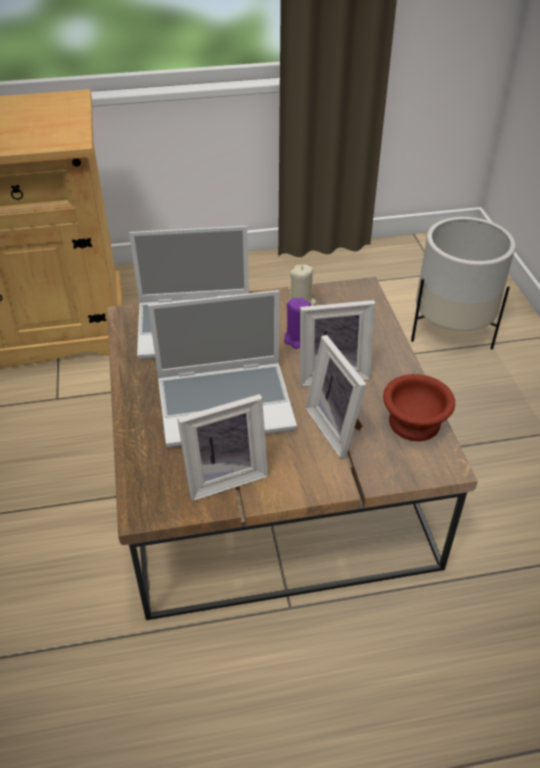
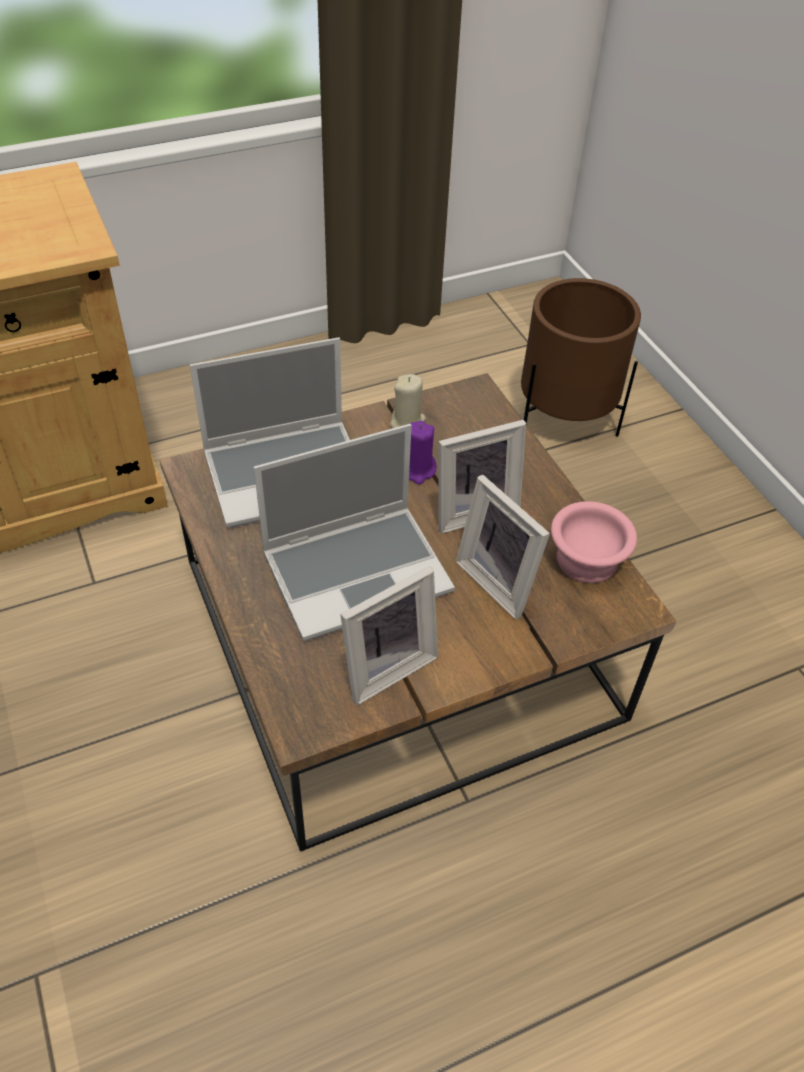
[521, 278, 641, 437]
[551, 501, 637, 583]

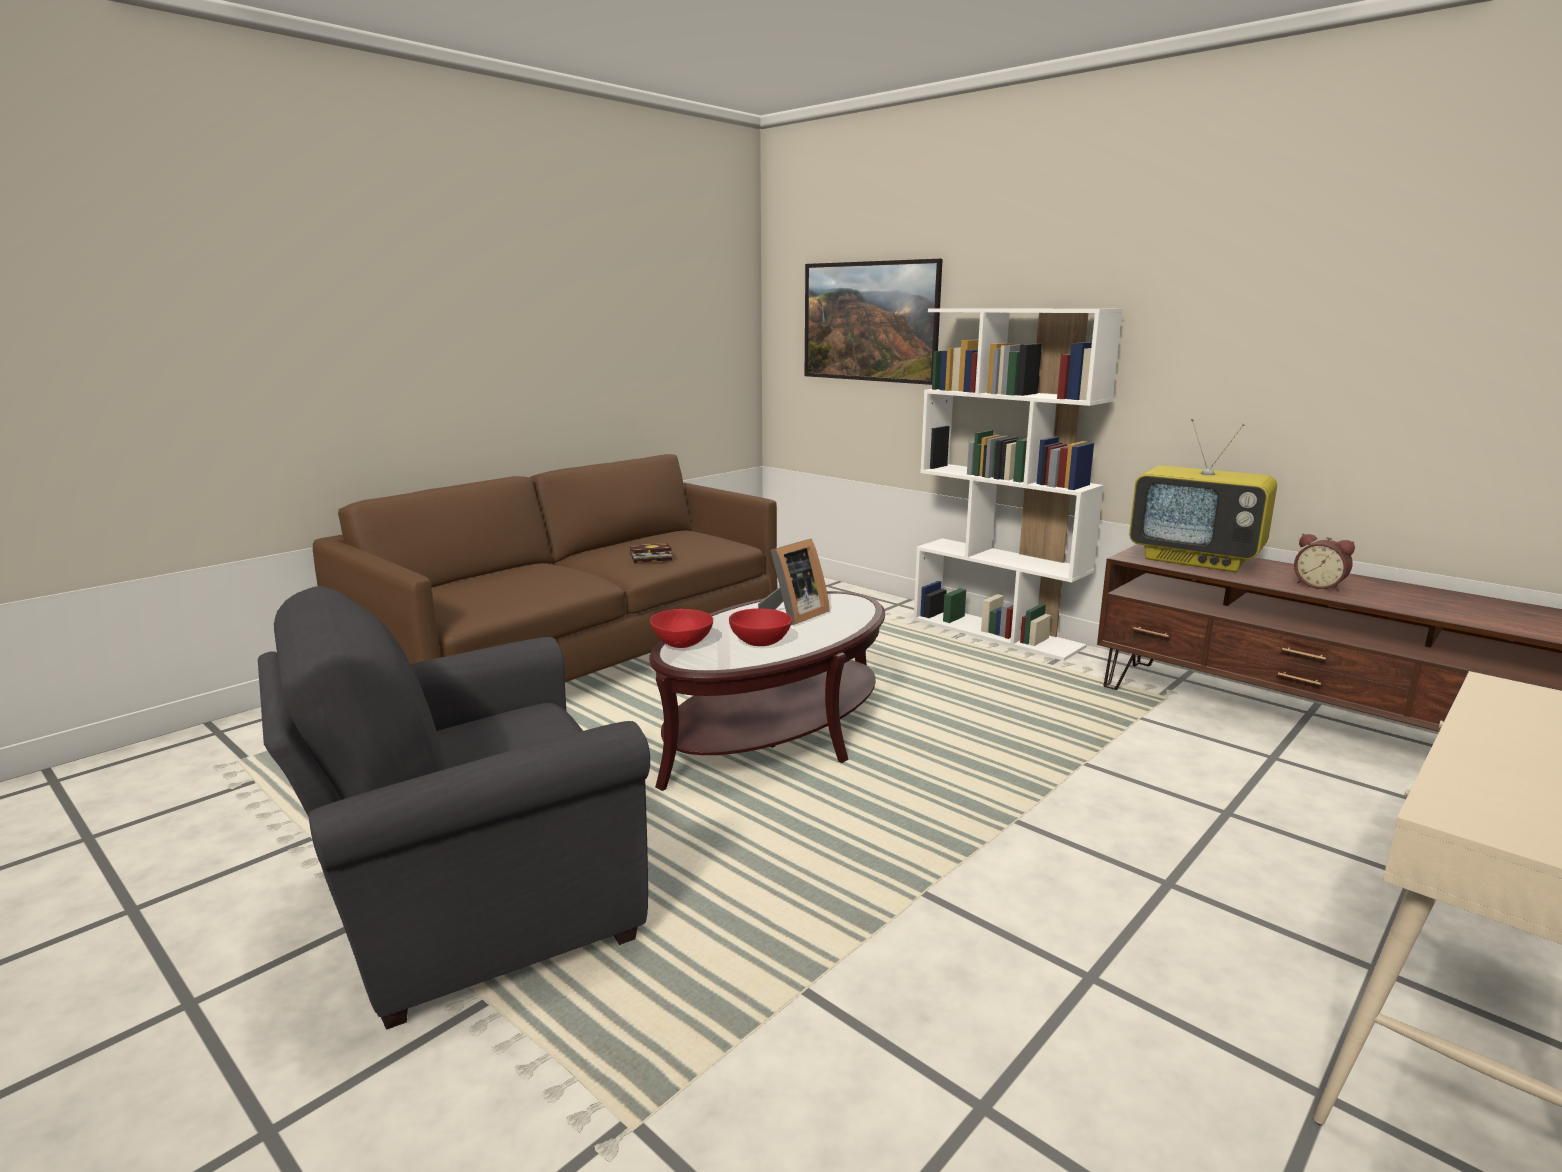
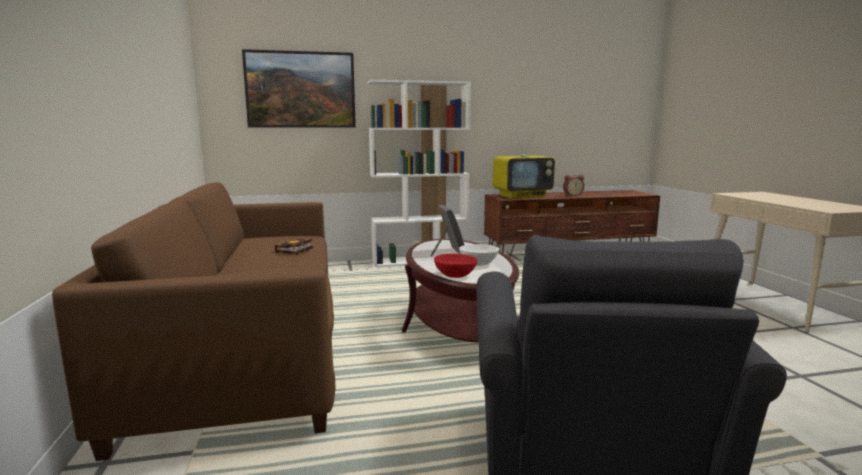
[459, 244, 499, 266]

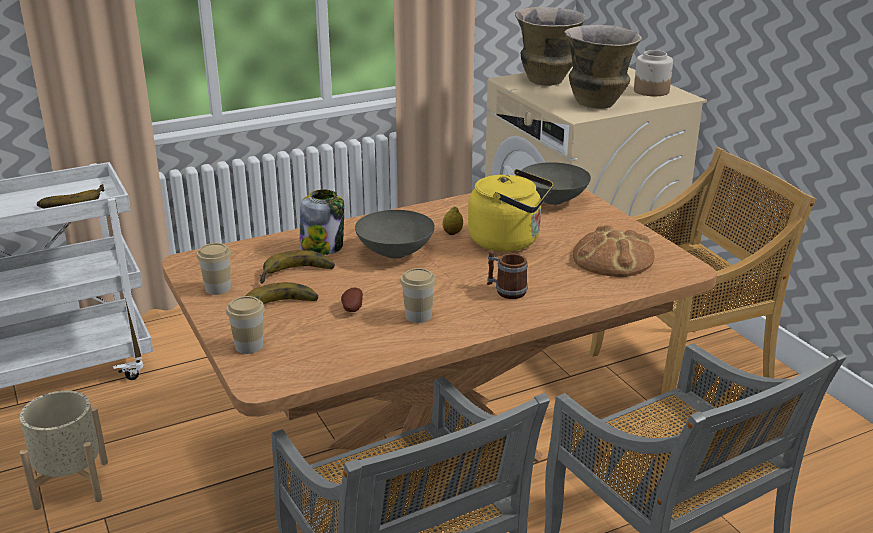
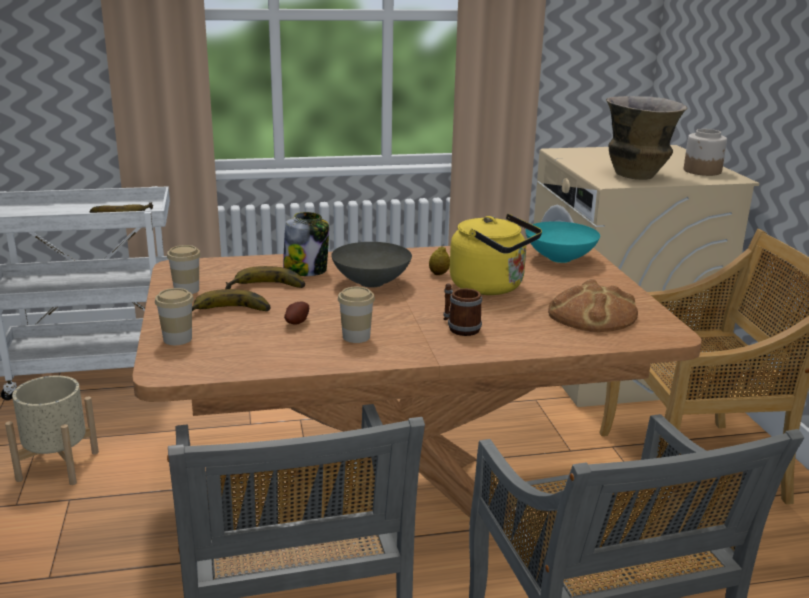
[515, 7, 586, 86] (first image)
[525, 221, 600, 263]

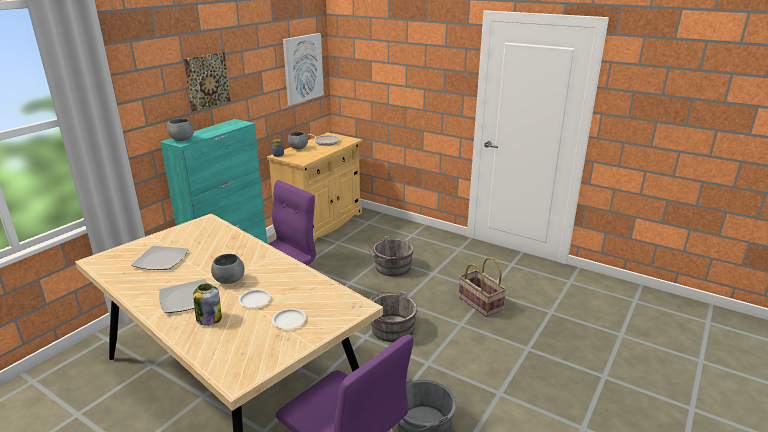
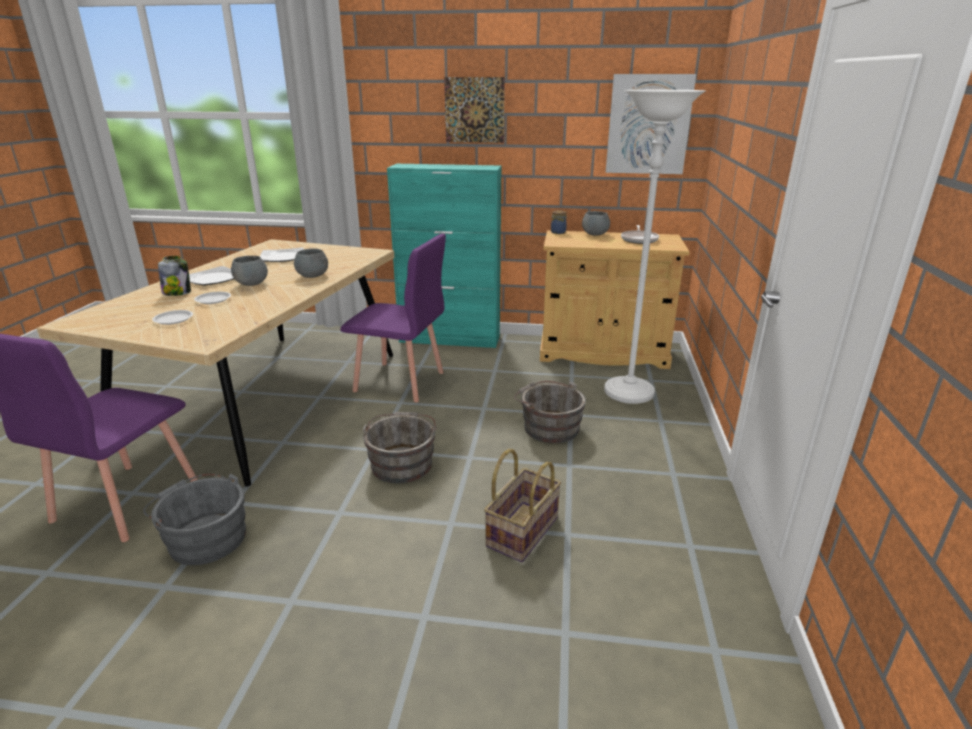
[294, 249, 328, 278]
[604, 90, 706, 404]

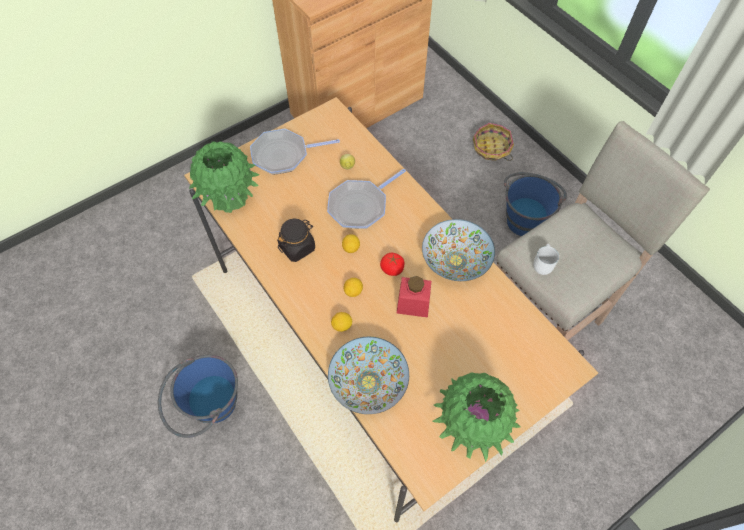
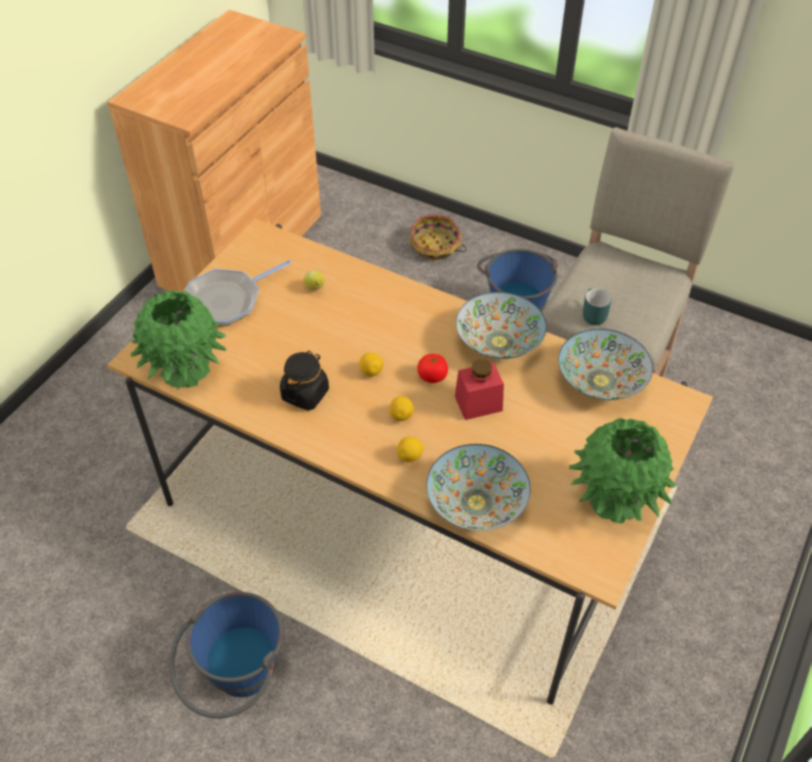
[327, 169, 406, 229] (first image)
[583, 288, 612, 325]
[558, 329, 653, 400]

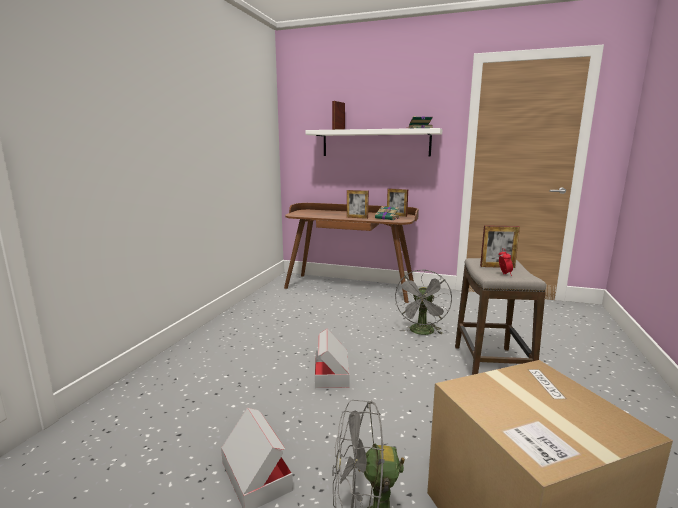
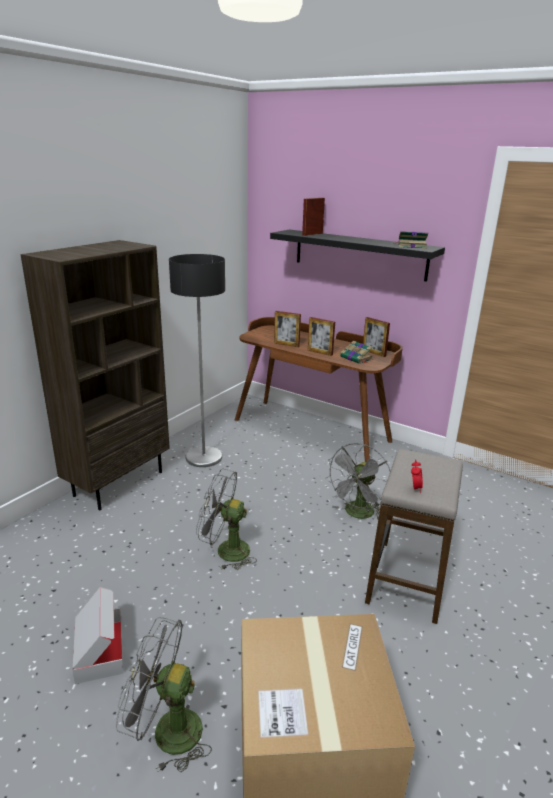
[270, 230, 445, 282]
[274, 311, 301, 347]
[196, 469, 257, 570]
[20, 240, 170, 510]
[169, 254, 225, 467]

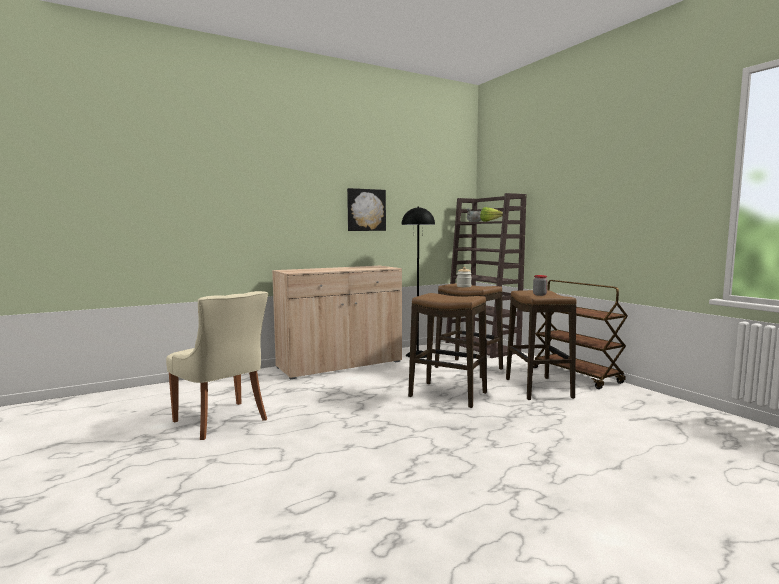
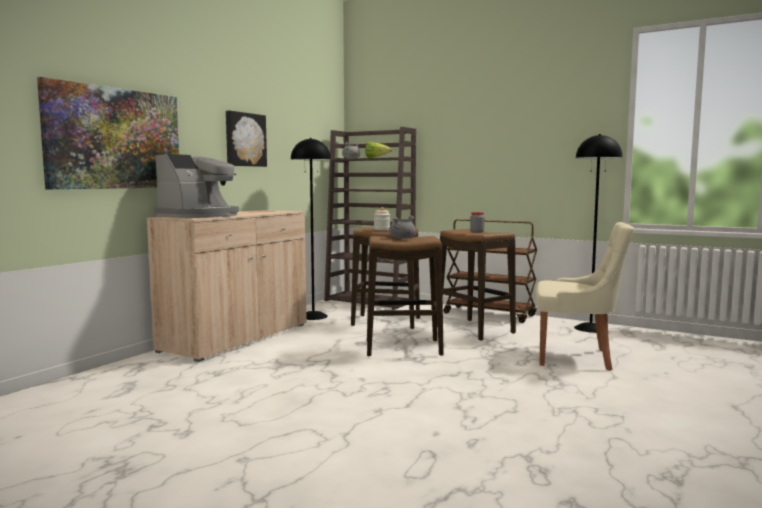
[536, 222, 634, 371]
[37, 77, 179, 189]
[574, 134, 623, 333]
[154, 154, 239, 218]
[389, 215, 416, 239]

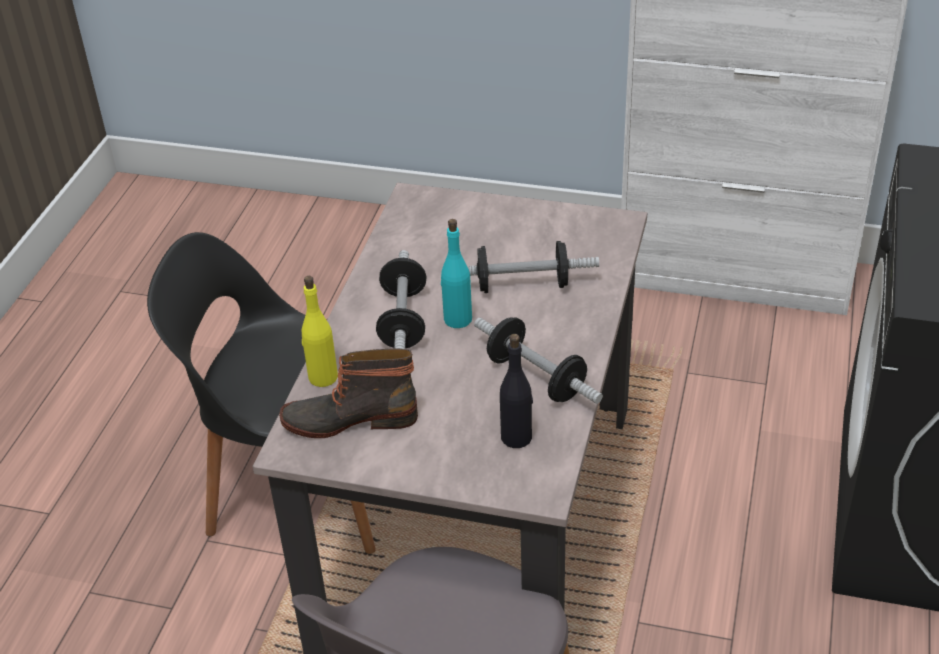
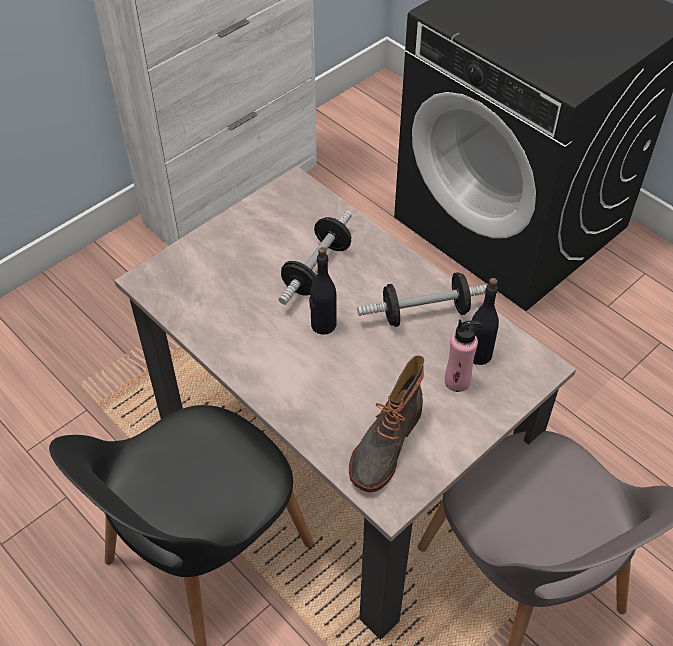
[309, 247, 336, 335]
[376, 250, 426, 349] (first image)
[302, 276, 338, 387] (first image)
[445, 319, 482, 392]

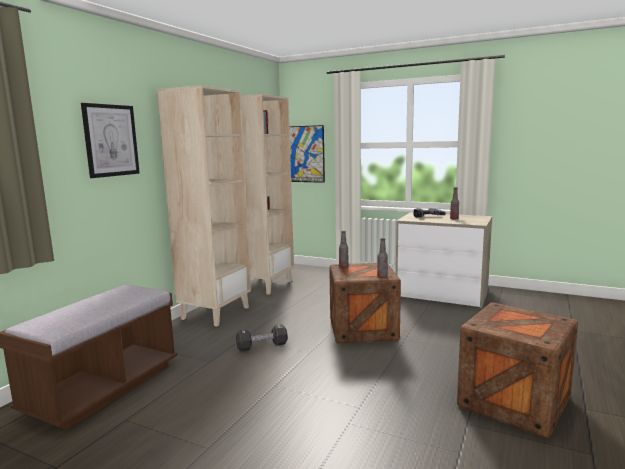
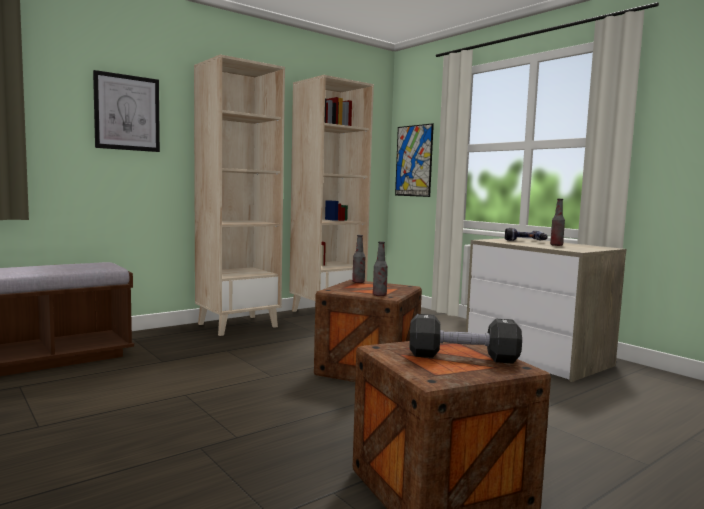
[409, 314, 522, 364]

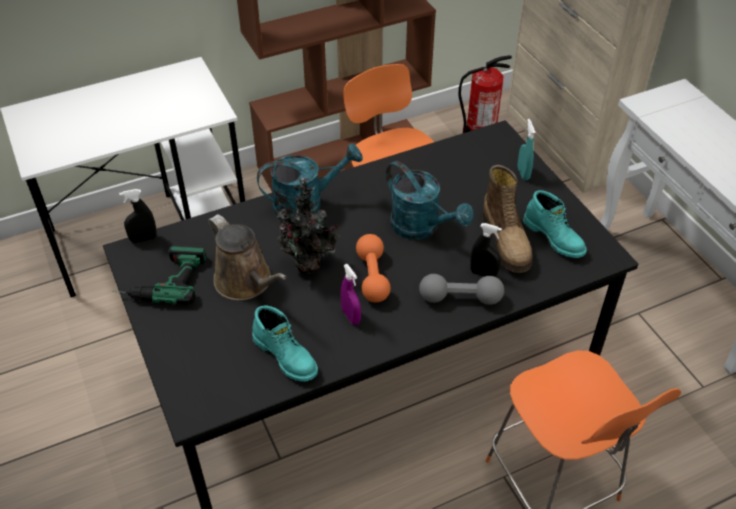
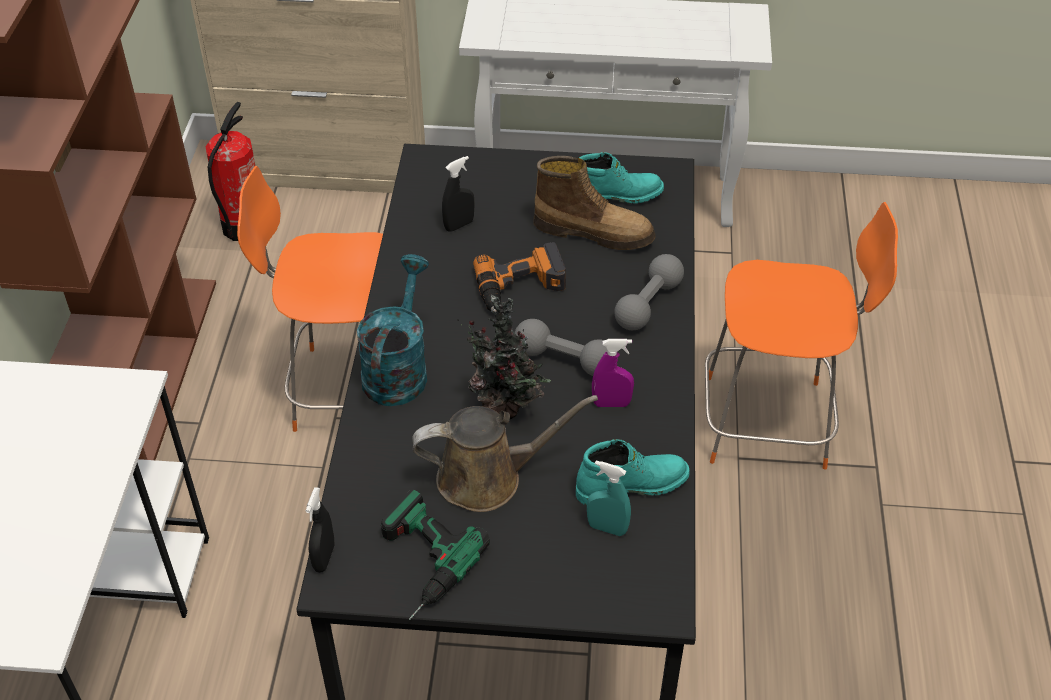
[587, 460, 631, 536]
[473, 242, 566, 312]
[442, 156, 475, 232]
[515, 319, 608, 376]

